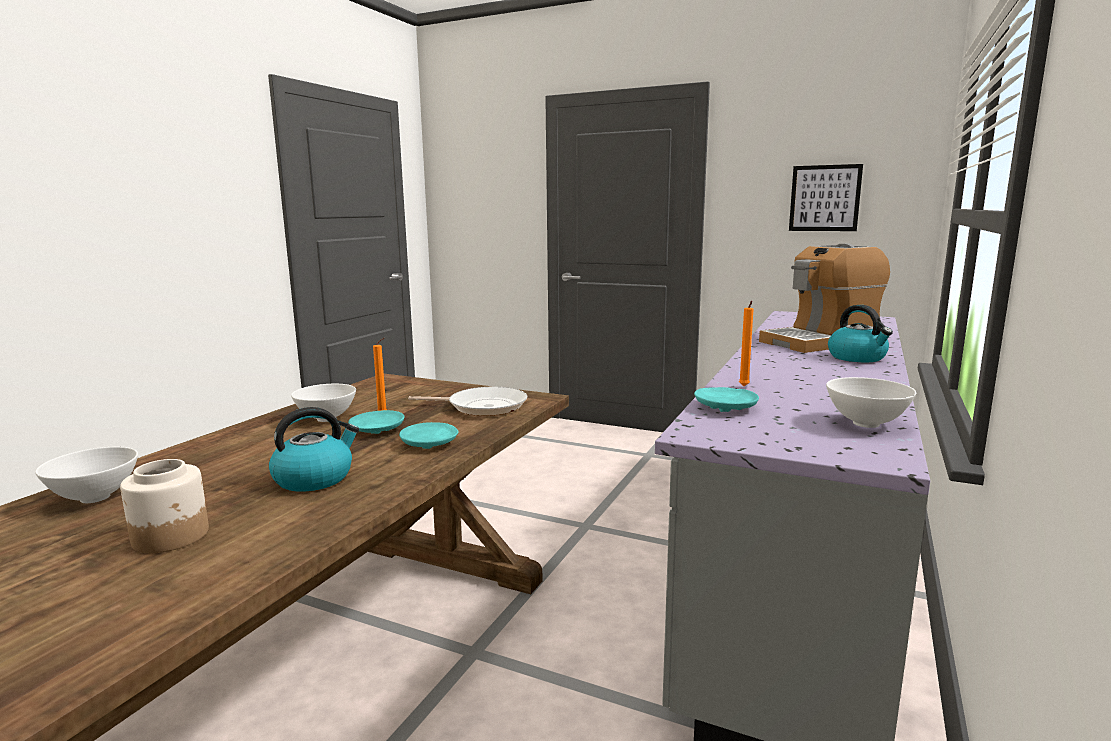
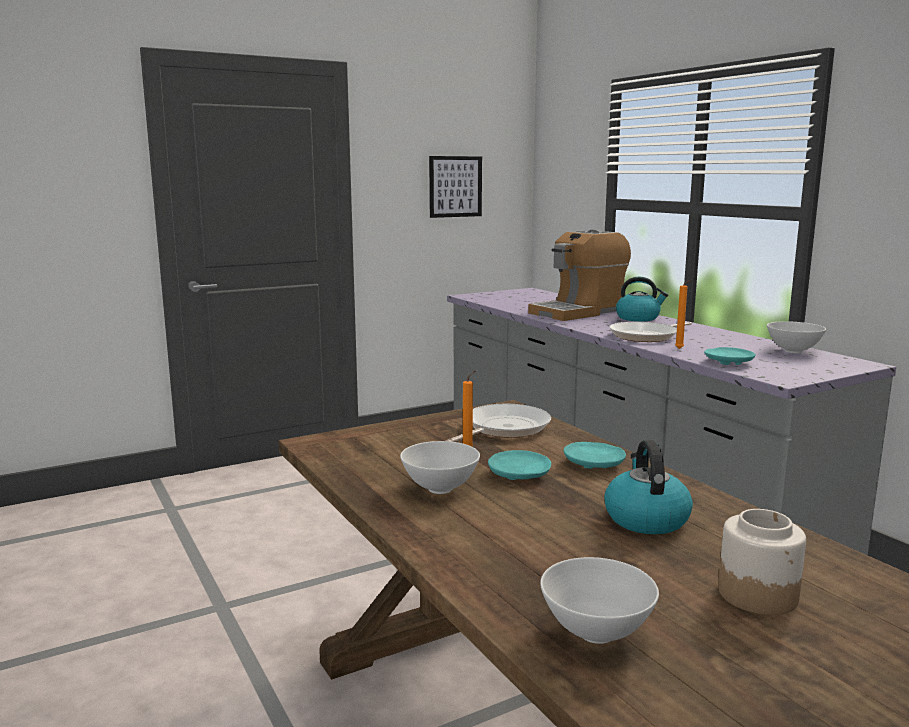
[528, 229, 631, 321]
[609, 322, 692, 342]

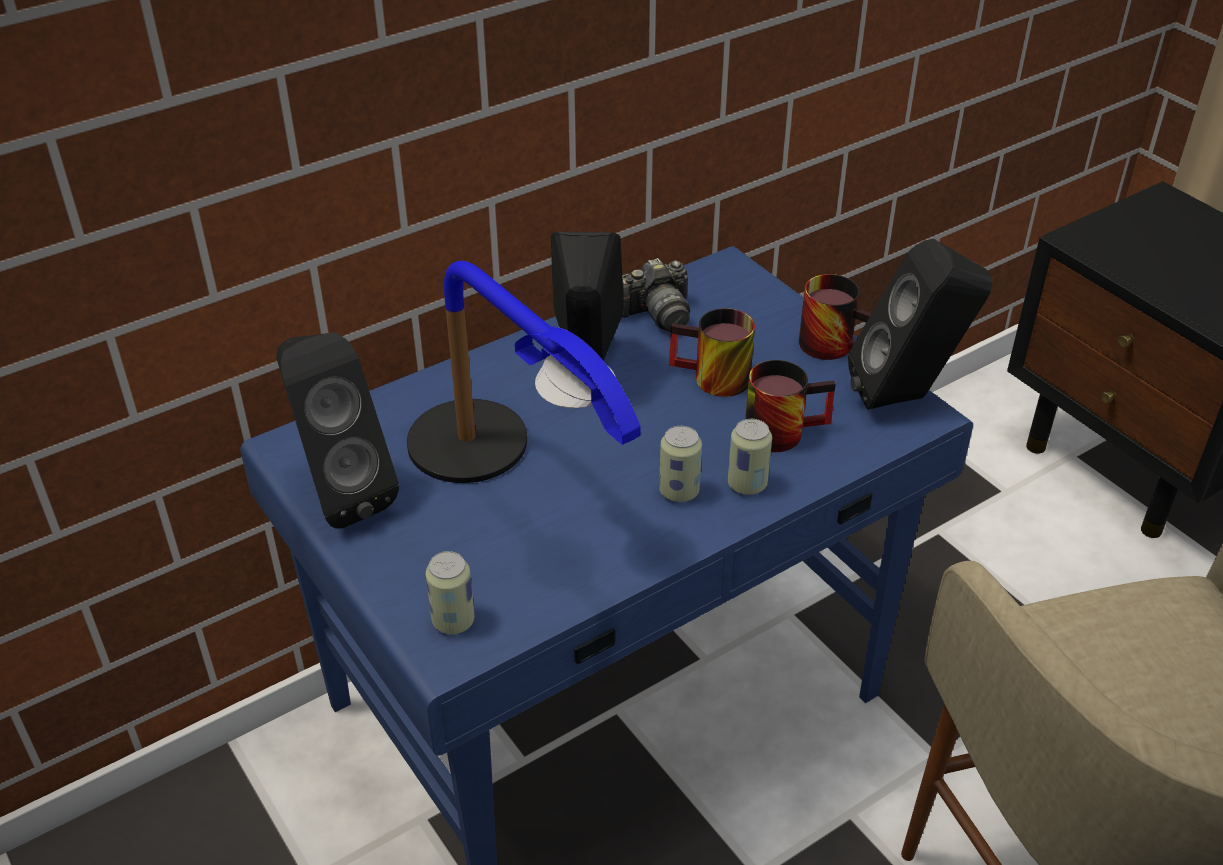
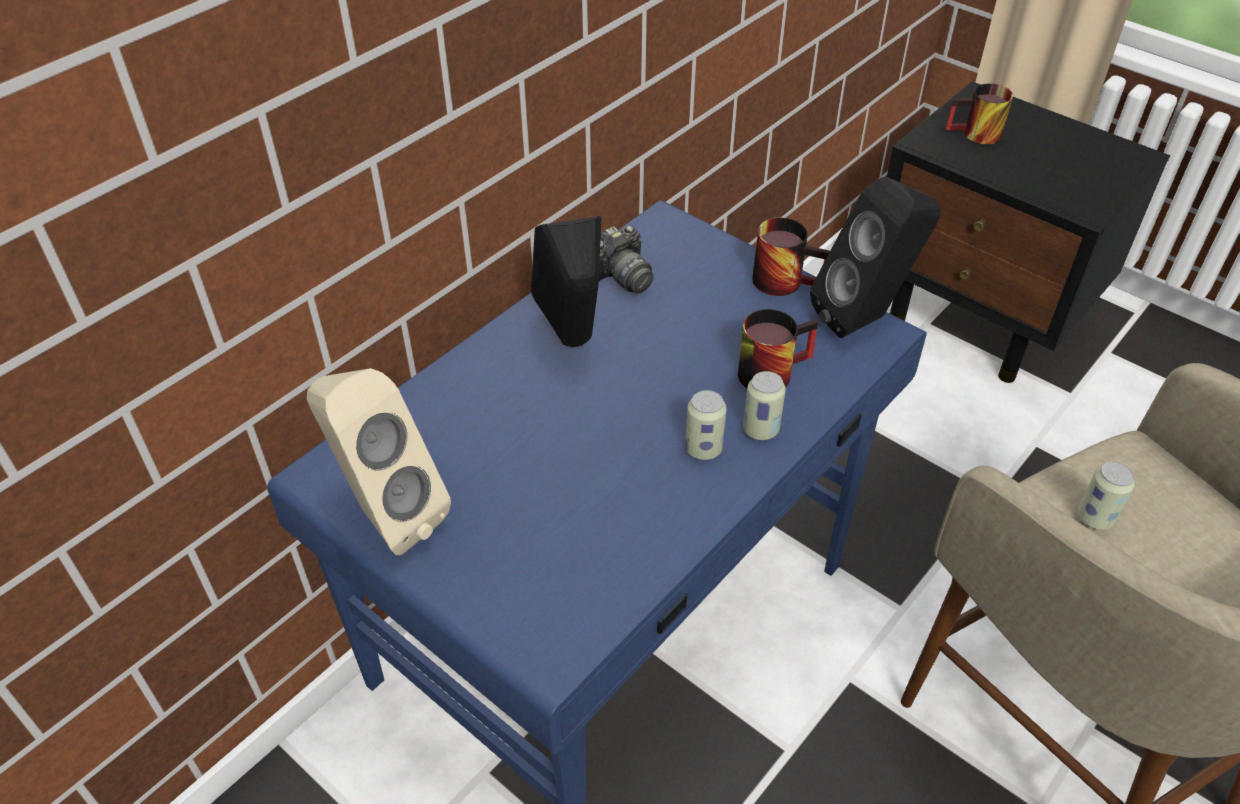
[407, 261, 641, 483] (first image)
[946, 83, 1013, 144]
[307, 368, 451, 555]
[1078, 462, 1135, 530]

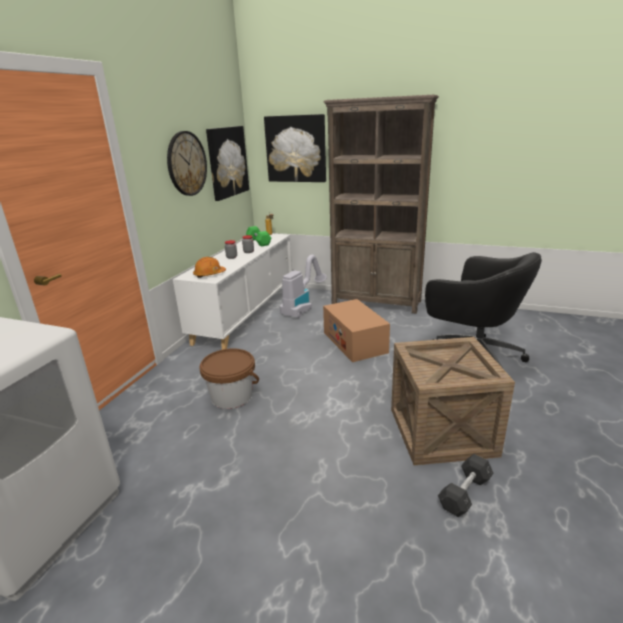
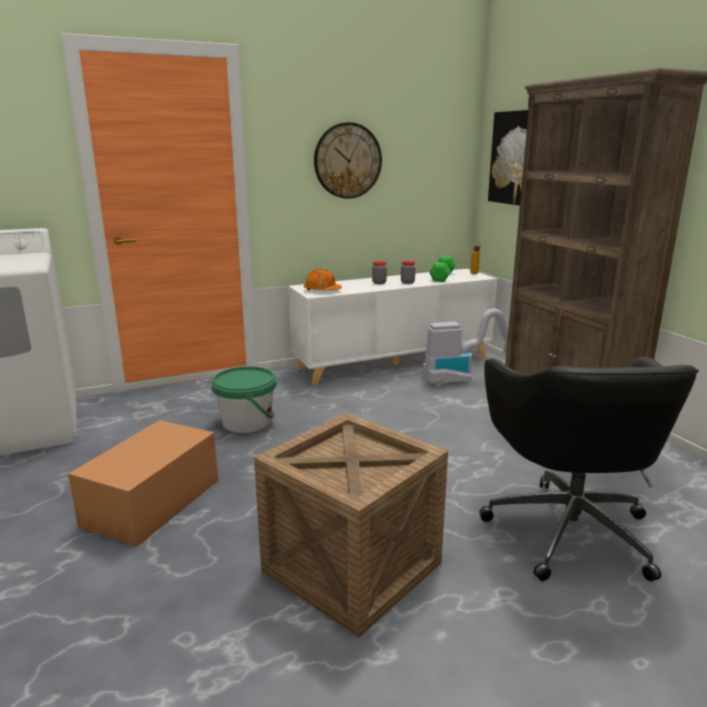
[206, 126, 249, 201] (first image)
[68, 420, 218, 547]
[211, 366, 276, 433]
[438, 454, 493, 517] (first image)

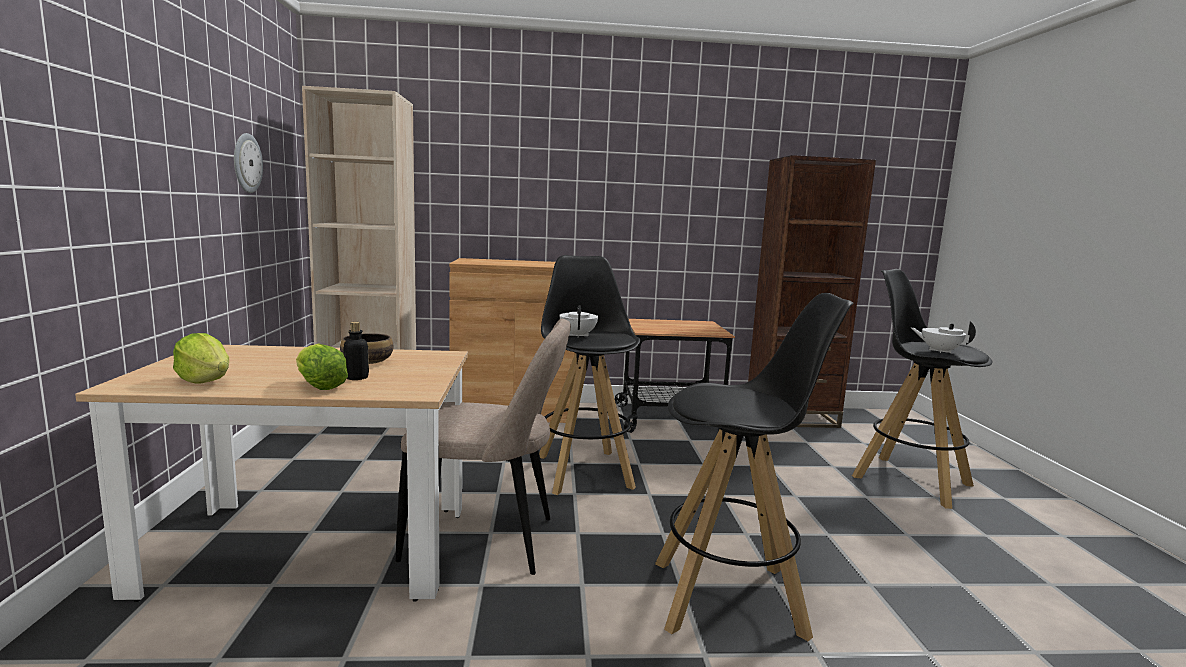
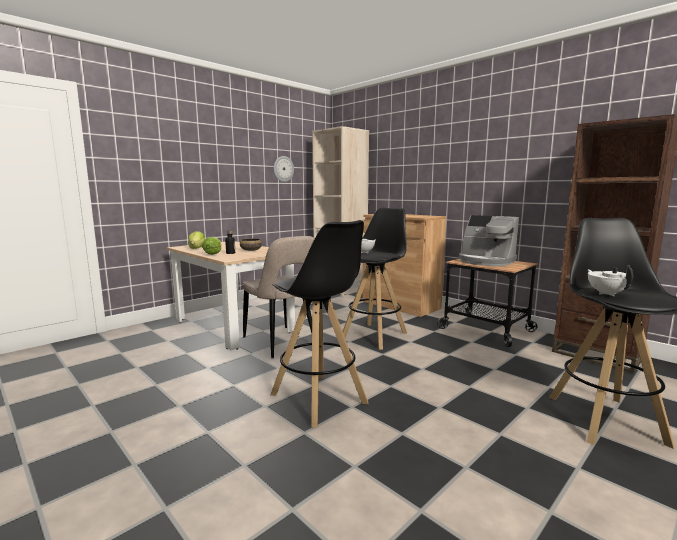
[459, 215, 519, 266]

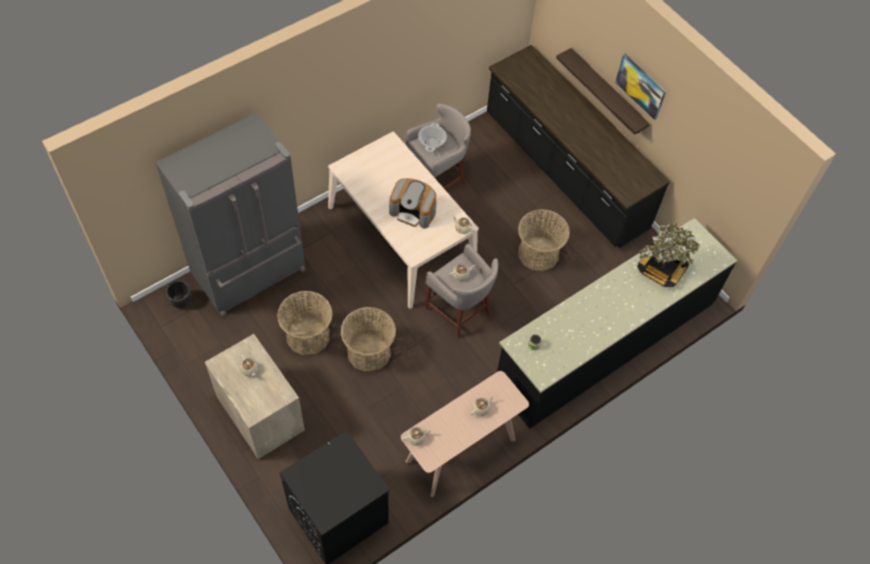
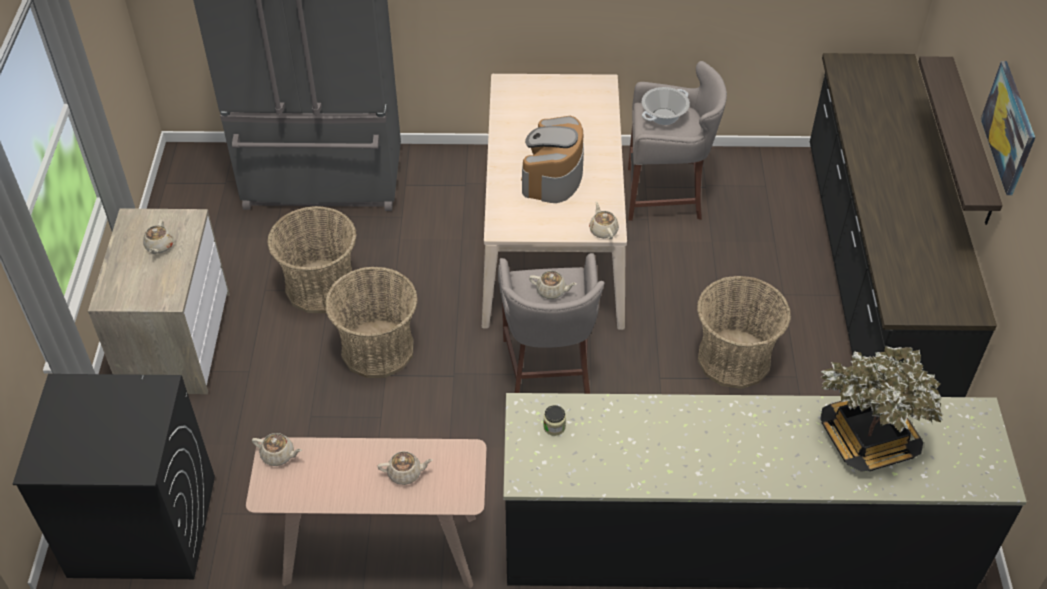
[521, 116, 584, 203]
[166, 280, 192, 308] (first image)

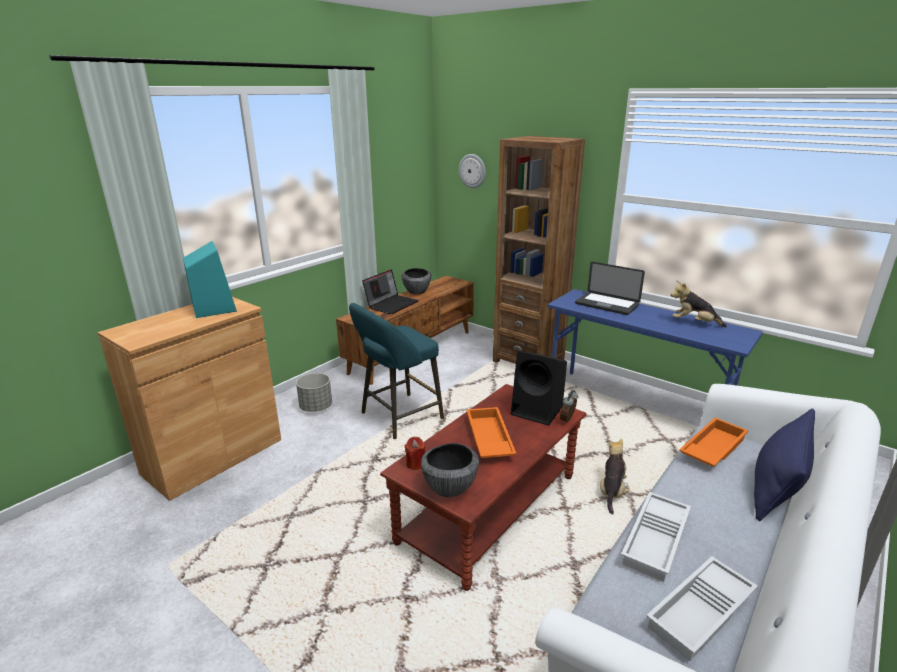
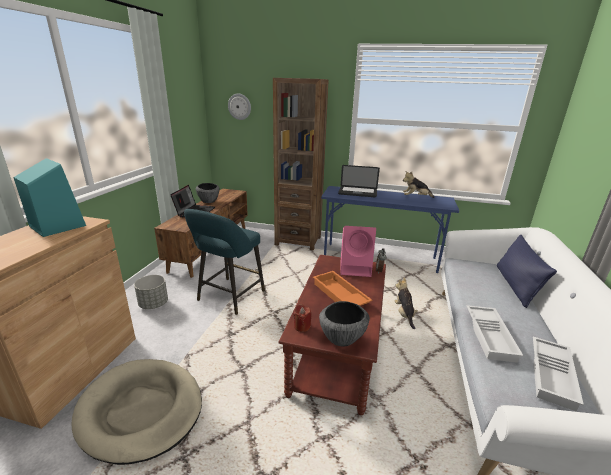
[341, 226, 376, 277]
[679, 418, 749, 467] (first image)
[71, 359, 202, 465]

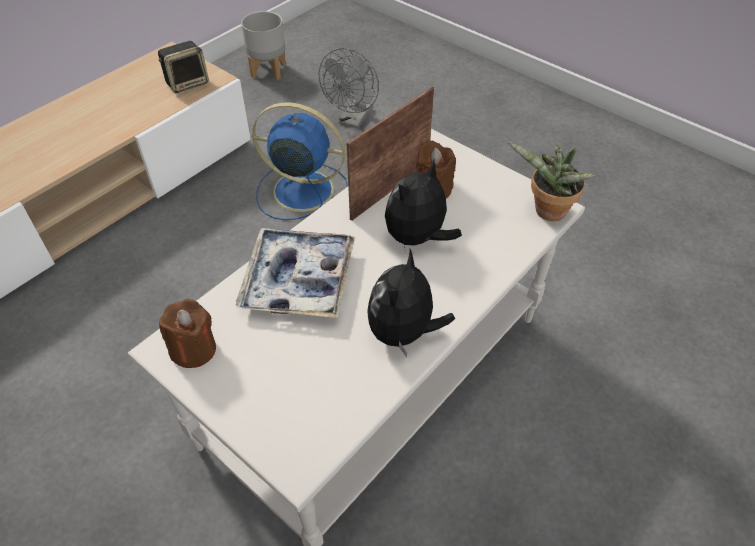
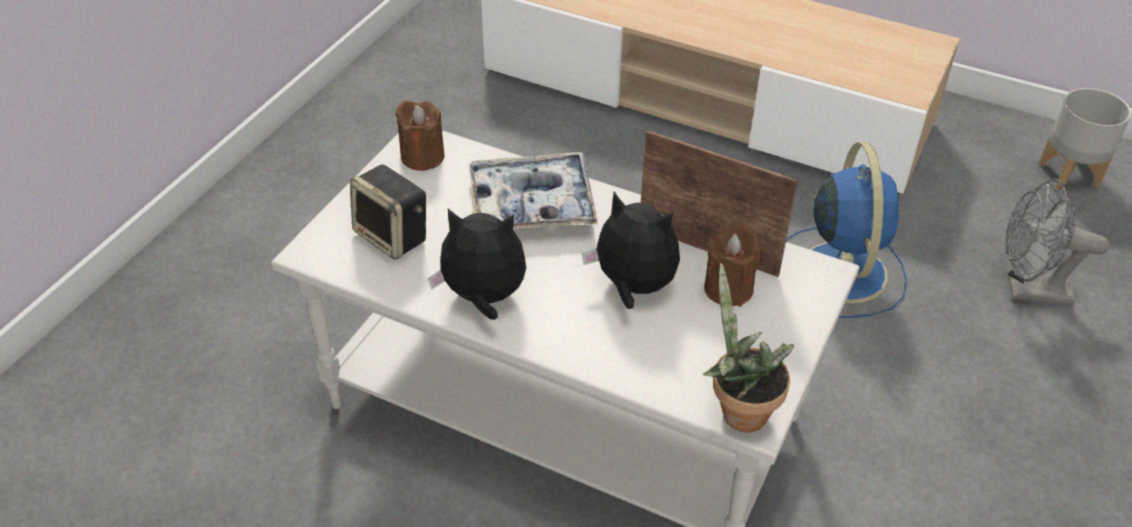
[350, 164, 426, 260]

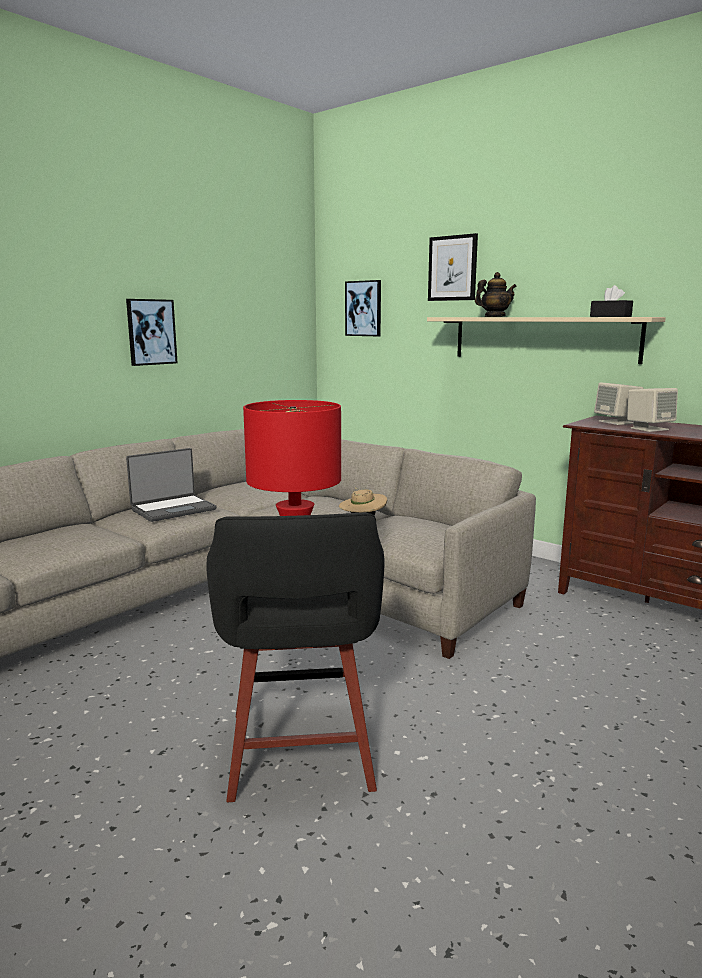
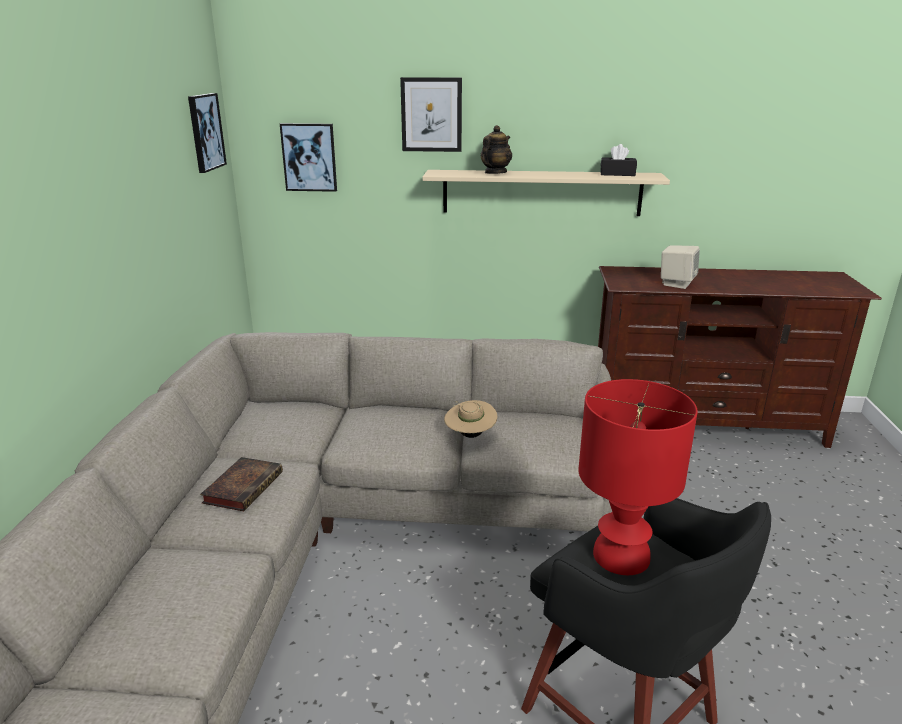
[188, 93, 227, 173]
[594, 383, 644, 425] (first image)
[200, 457, 283, 511]

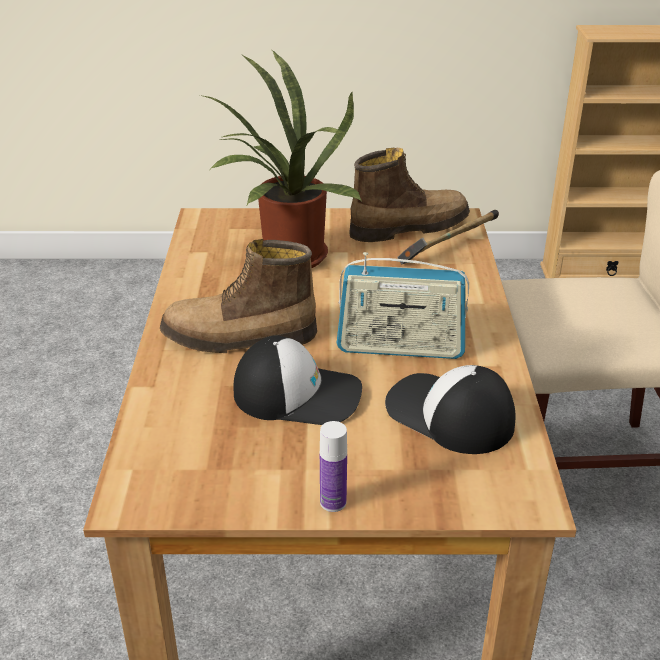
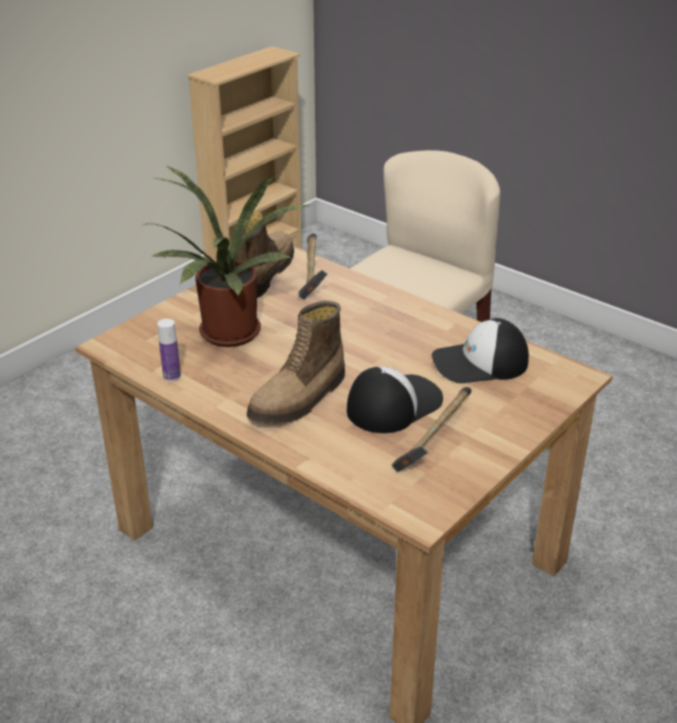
[337, 252, 469, 359] (first image)
[157, 319, 181, 381]
[392, 387, 472, 472]

